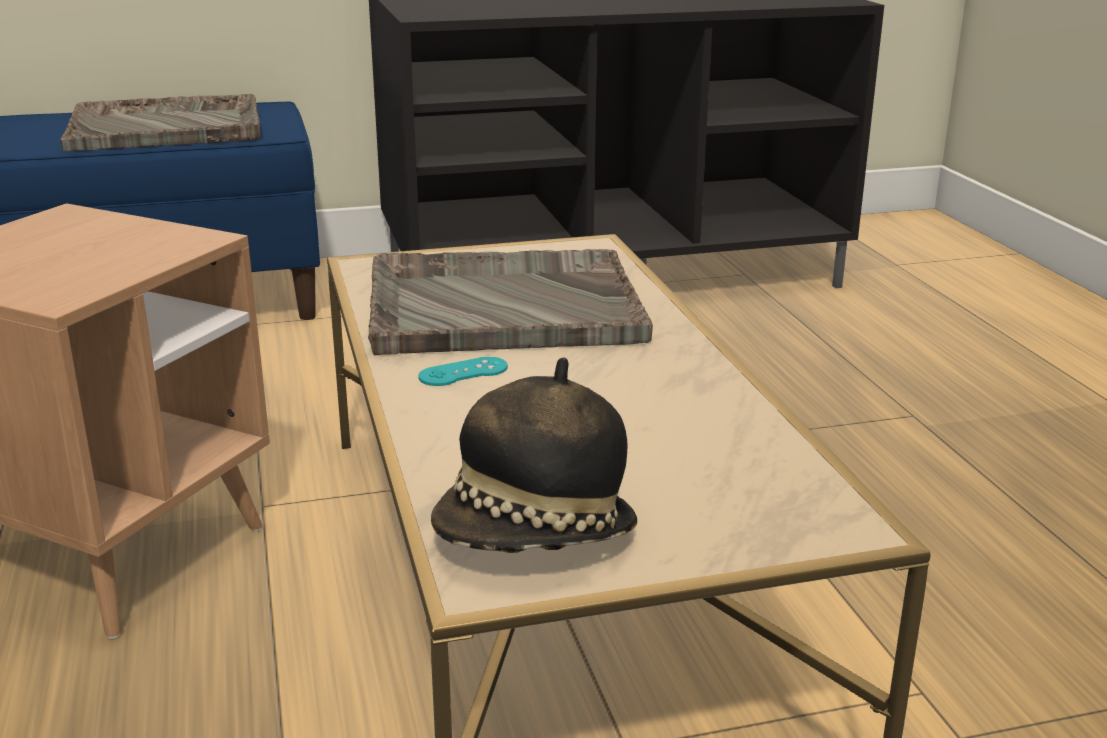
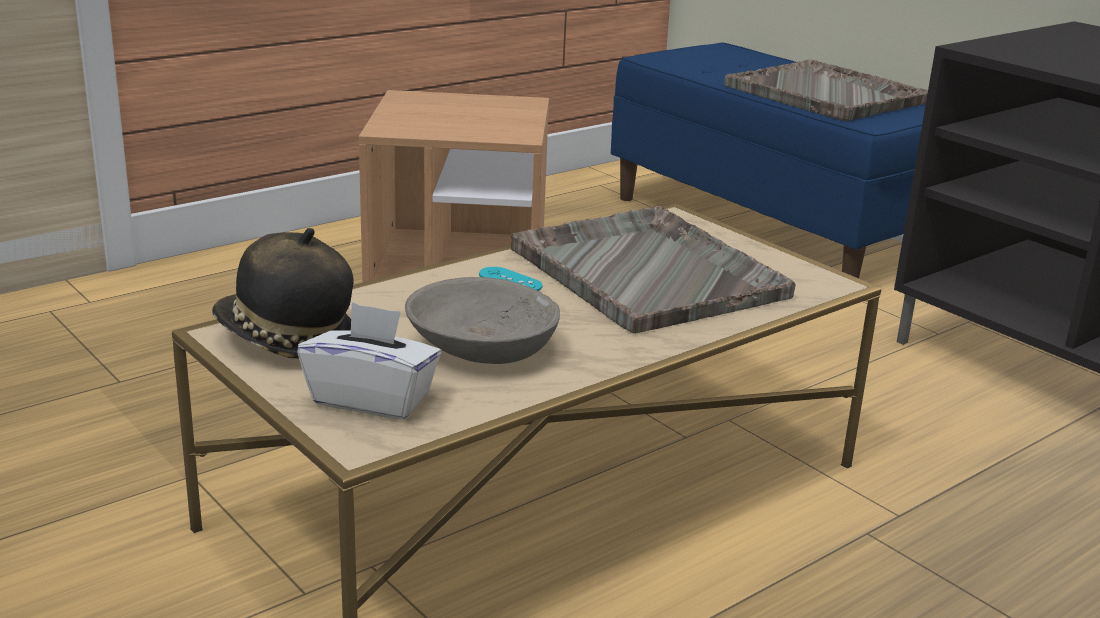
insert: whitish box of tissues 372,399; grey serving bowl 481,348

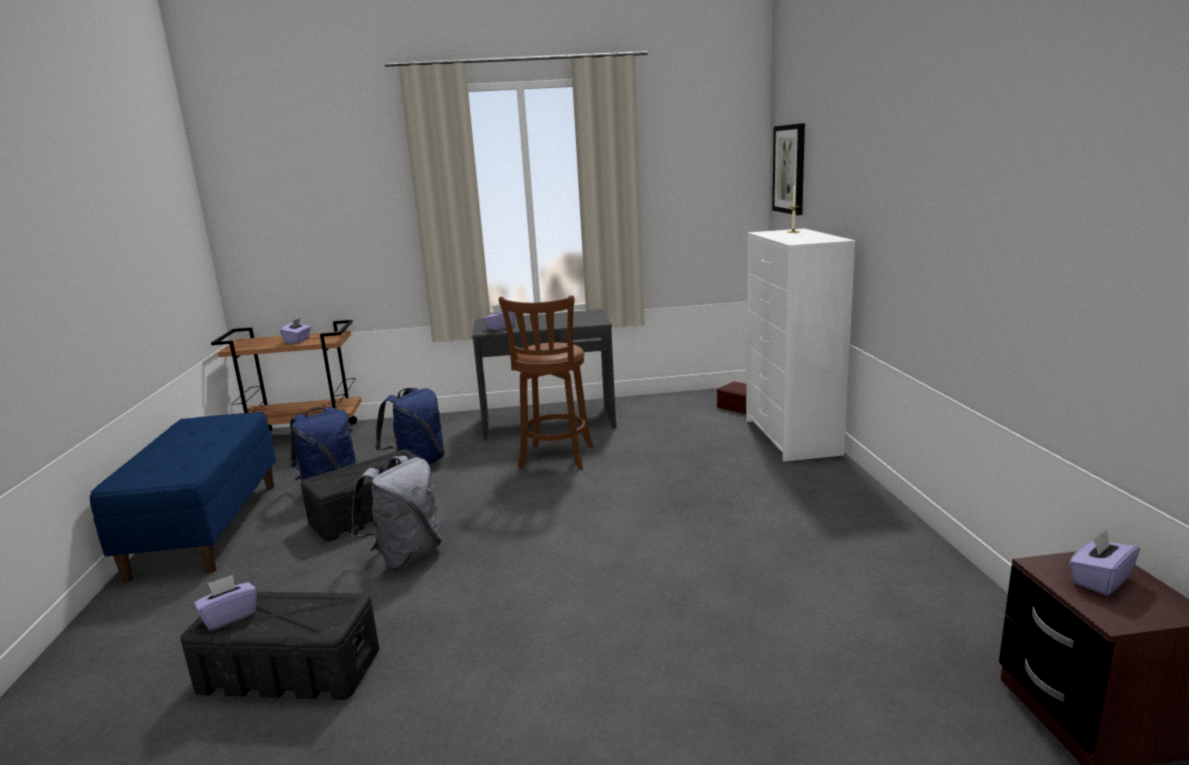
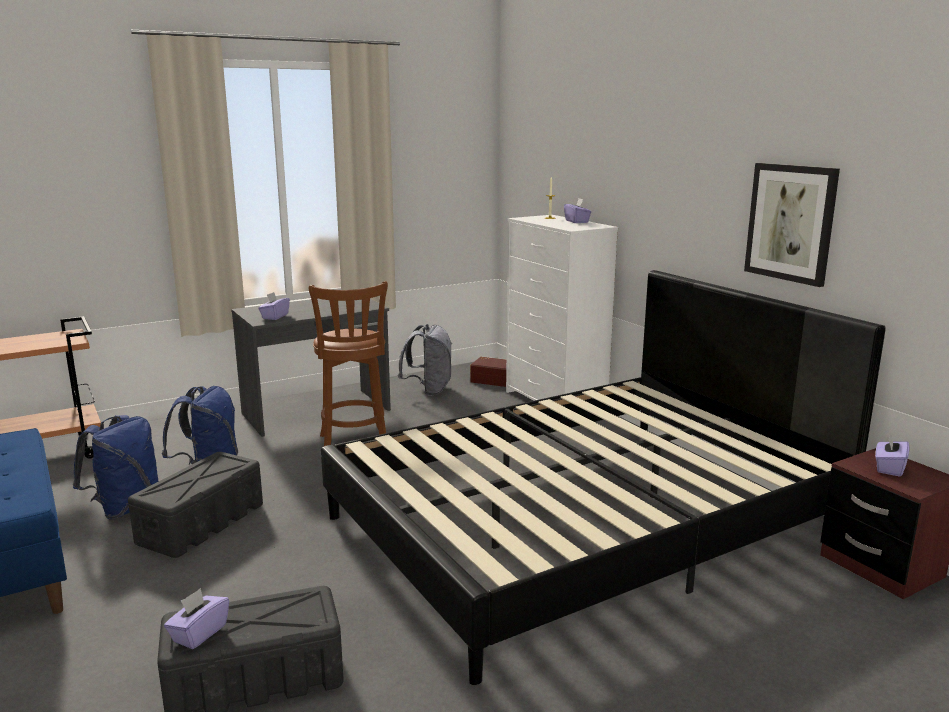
insert: black-coloured bedroom bed 585,524
move: purple-coloured box of tissues 298,340 to 577,221; grey knapsack 406,556 to 428,390; picture 790,169 to 791,223

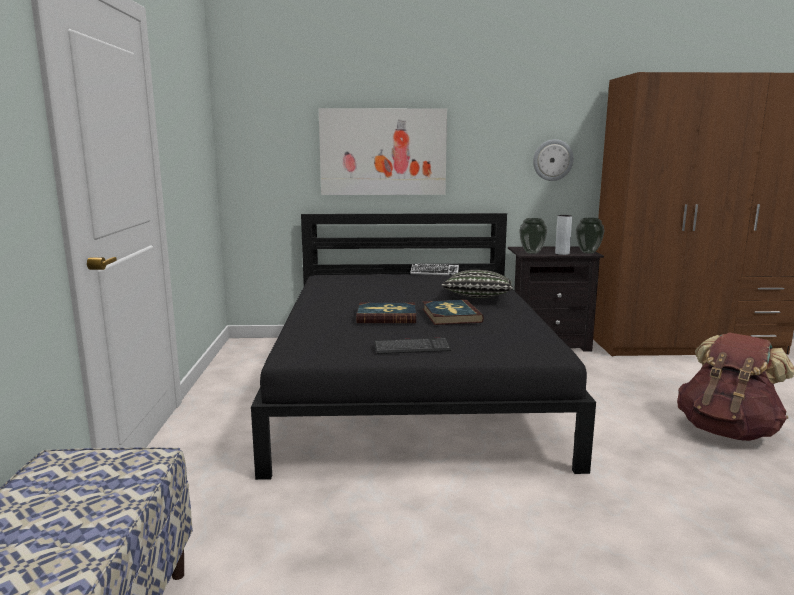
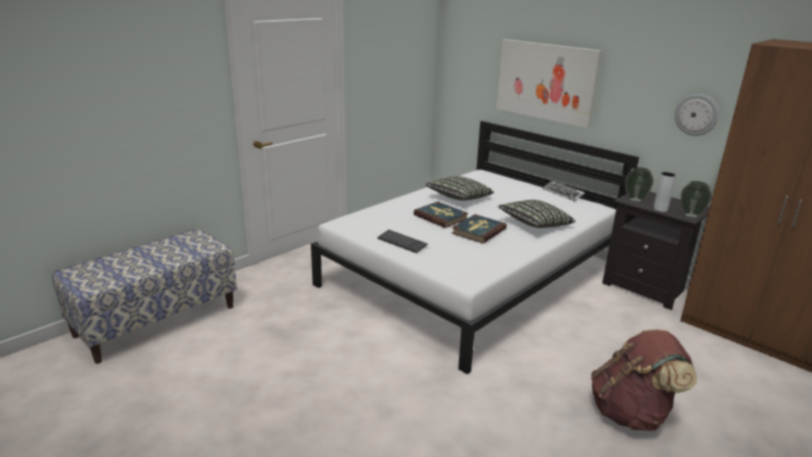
insert: pillow 458,199
recolor: black-coloured bedroom bed 412,388 to whitish bedroom bed 473,275

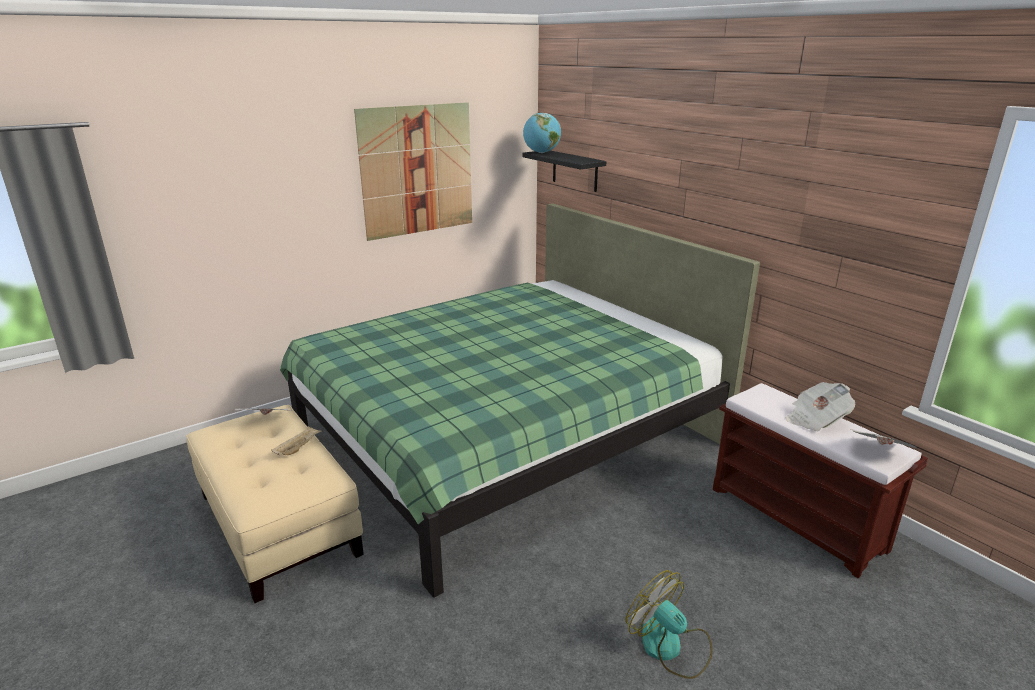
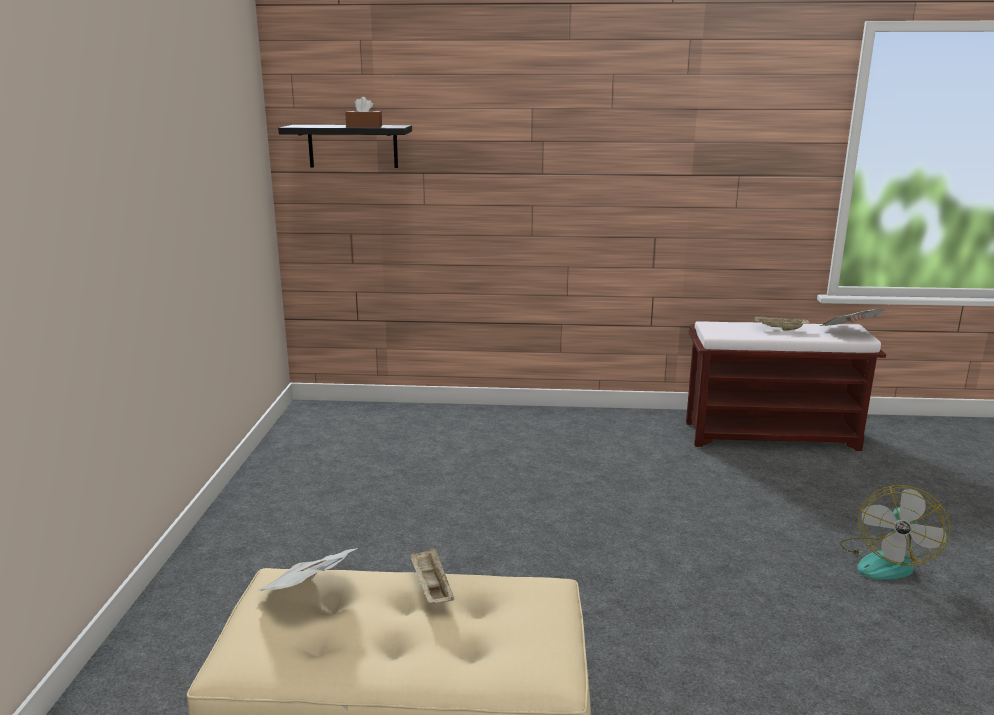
delete: greenish bedroom bed 505,435; picture 417,170; world globe 541,152
insert: brownish box of tissues 364,126
replace: daily paper 815,420 to beige tray 779,329
rotate: cooling fan 670,647 = 885,561 60 degrees counterclockwise

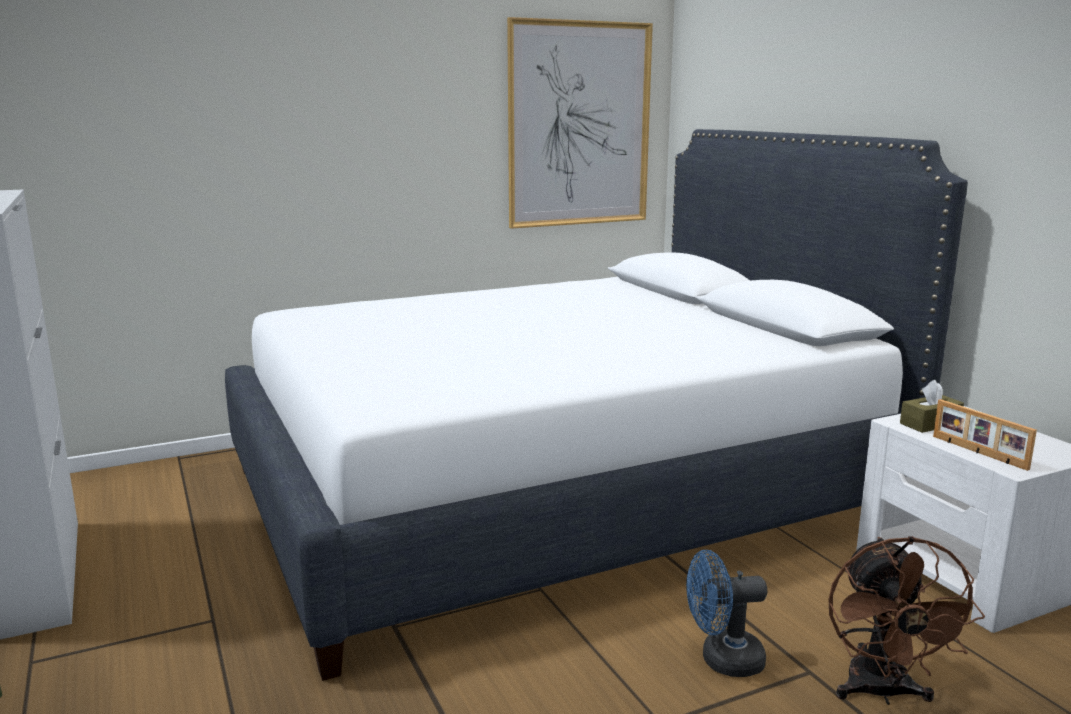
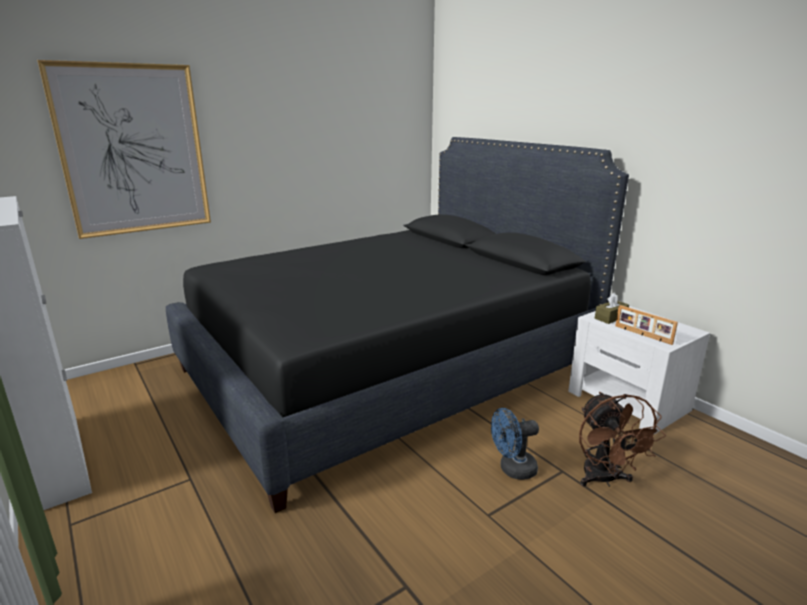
move: picture 579,125 to 134,150
recolor: whitish bedroom bed 558,494 to black-coloured bedroom bed 389,369

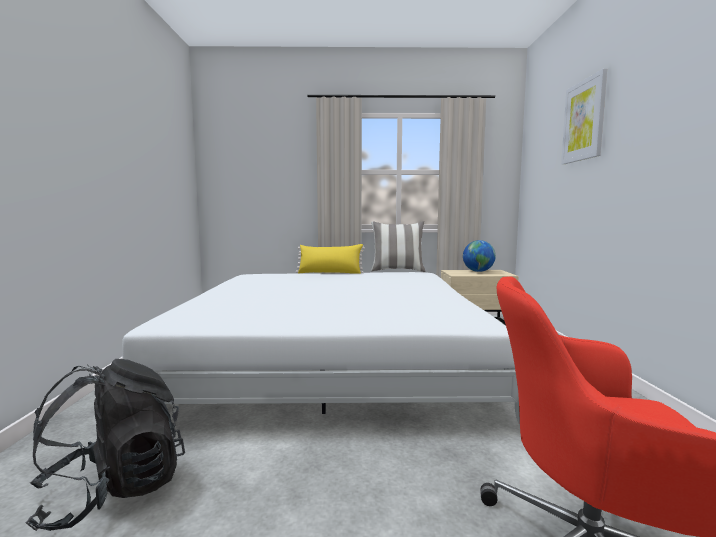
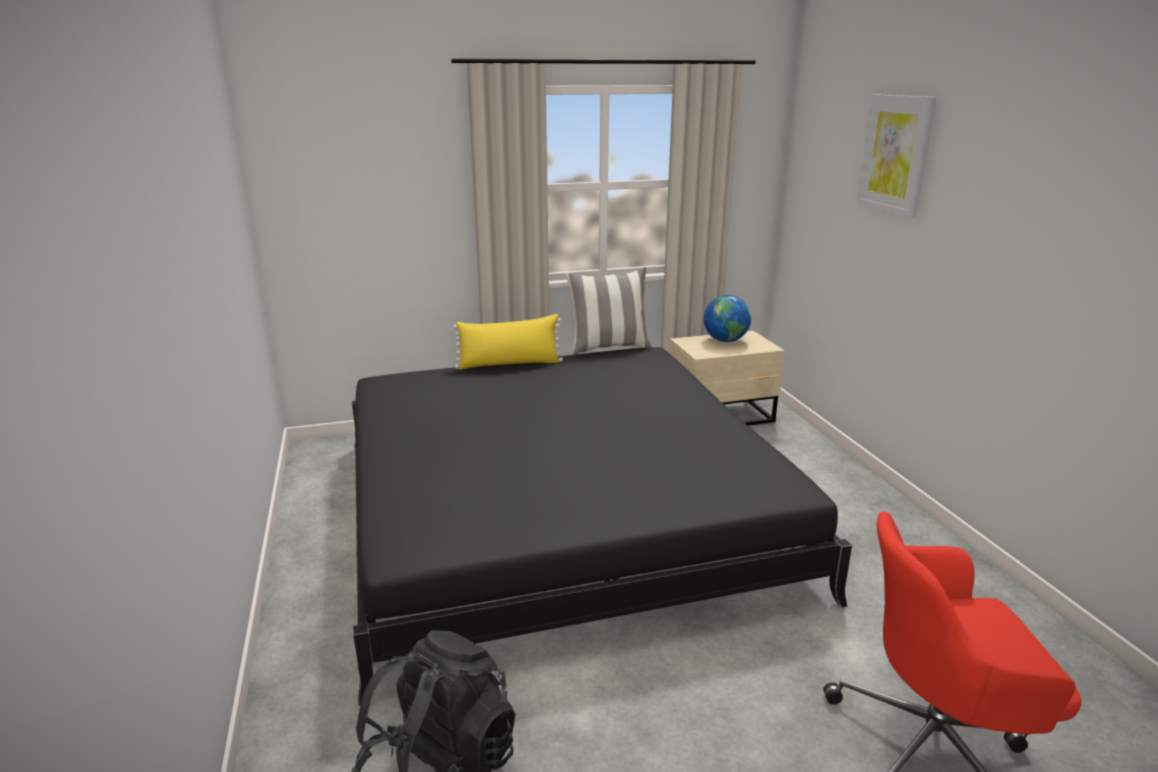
recolor: whitish bedroom bed 331,357 to black-coloured bedroom bed 557,512

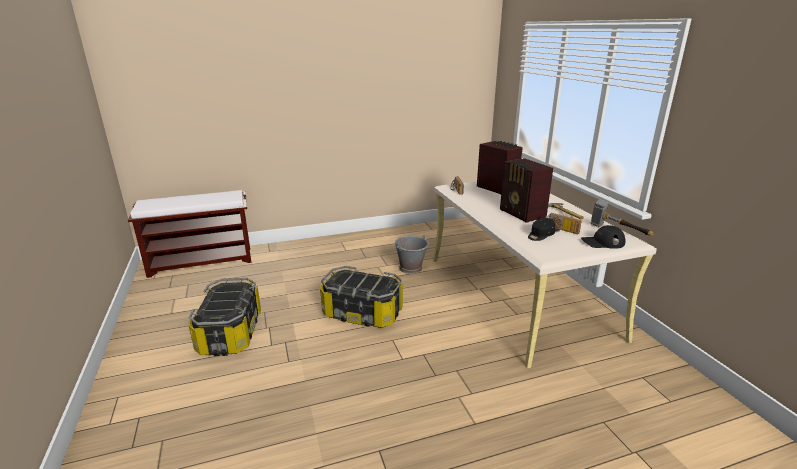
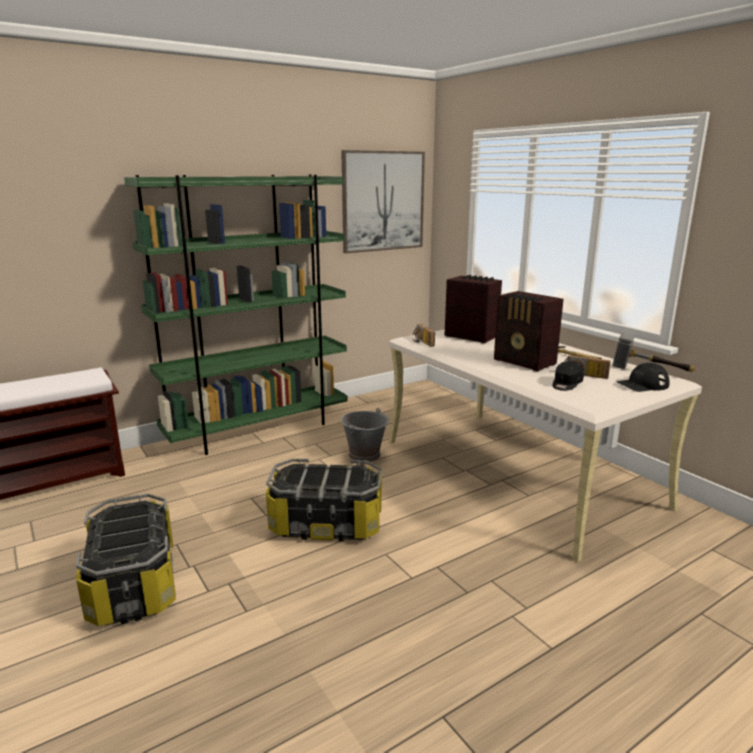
insert: greenish bookcase 258,429; picture 383,201

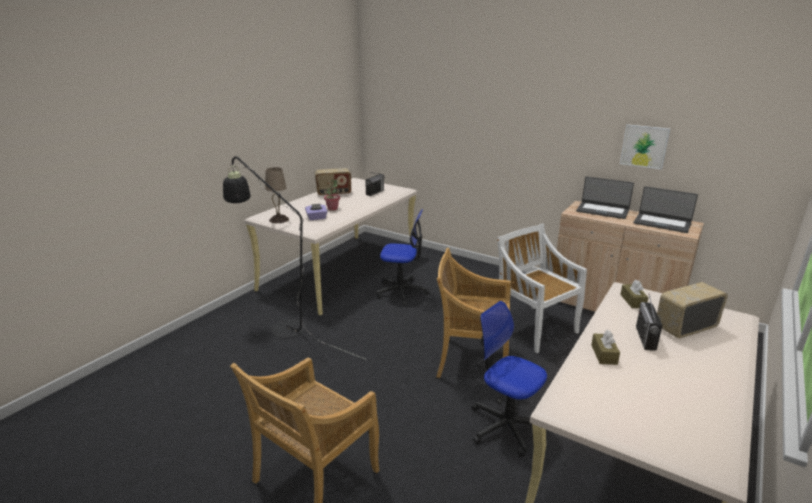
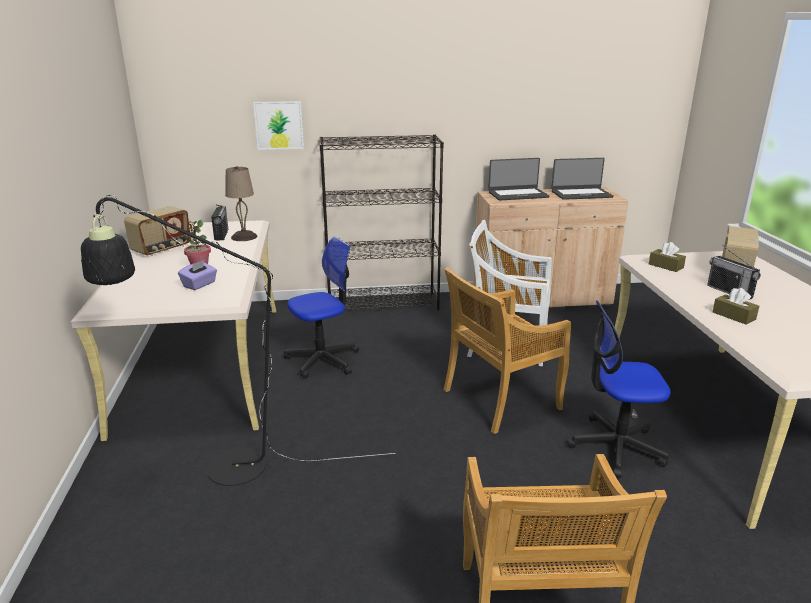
insert: black-coloured bookcase 383,304
move: beige table lamp 279,219 to 244,237; picture 644,146 to 279,125

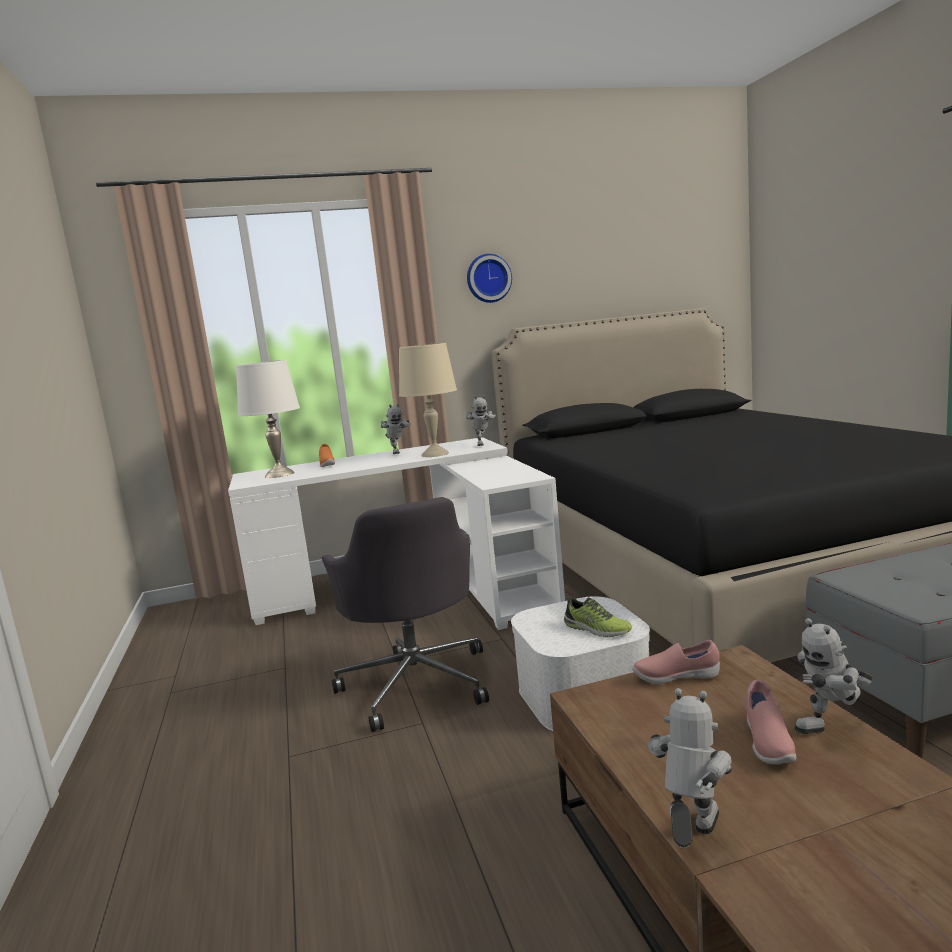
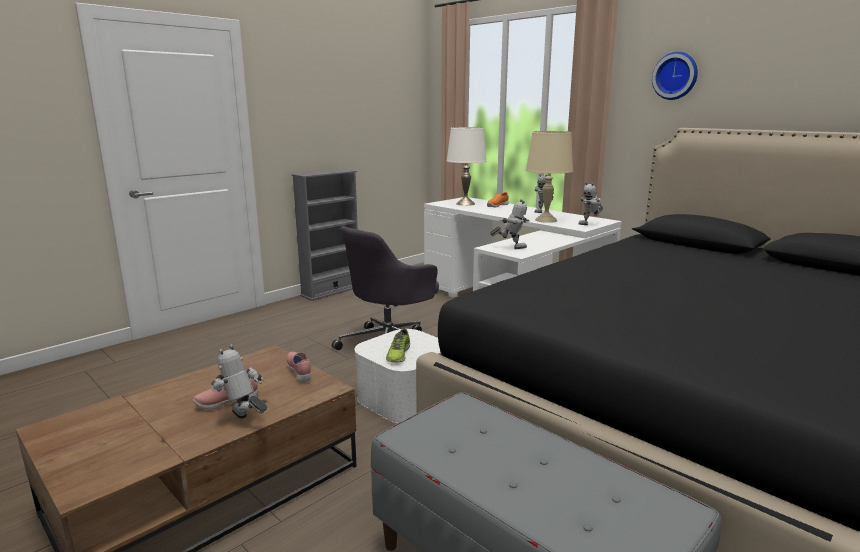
insert: grey bookcase 331,291
move: model robot 692,839 to 510,248

